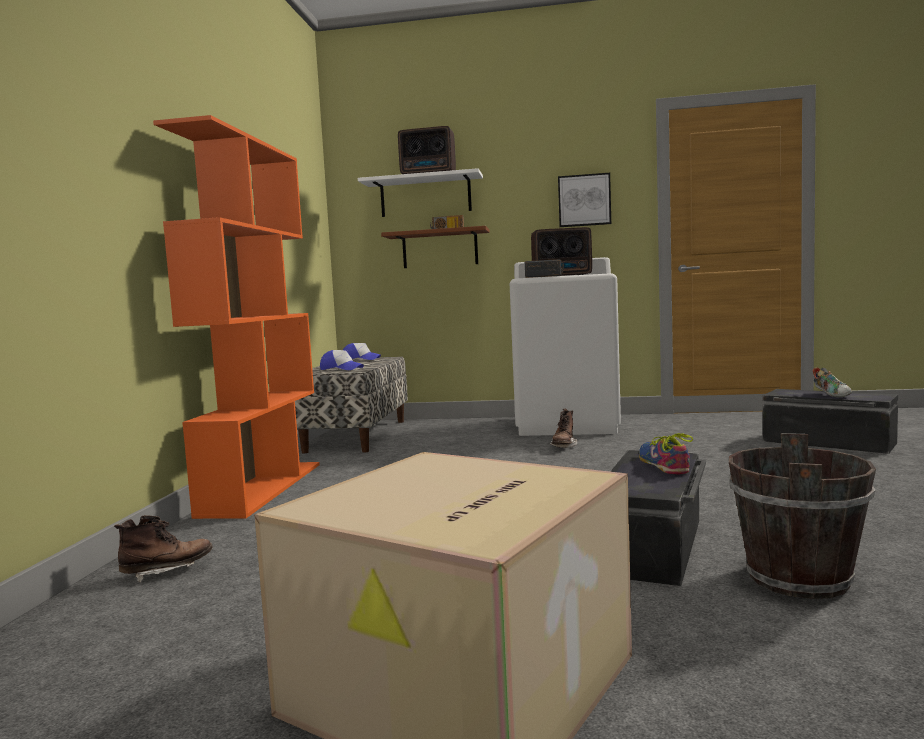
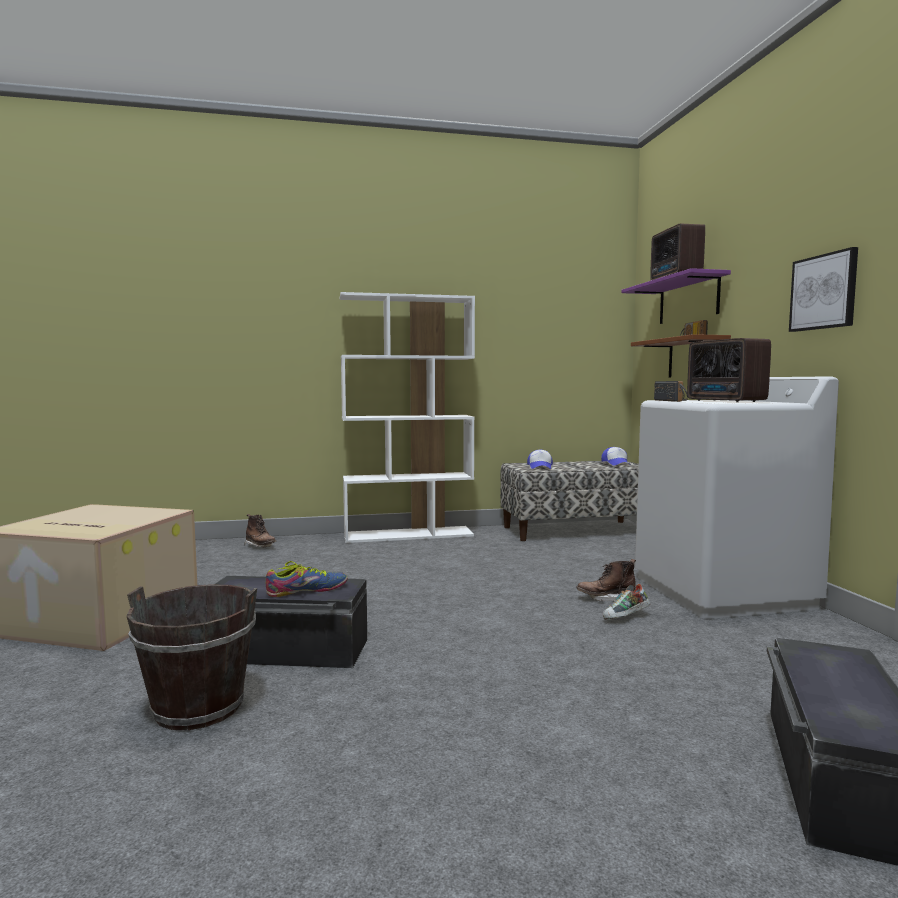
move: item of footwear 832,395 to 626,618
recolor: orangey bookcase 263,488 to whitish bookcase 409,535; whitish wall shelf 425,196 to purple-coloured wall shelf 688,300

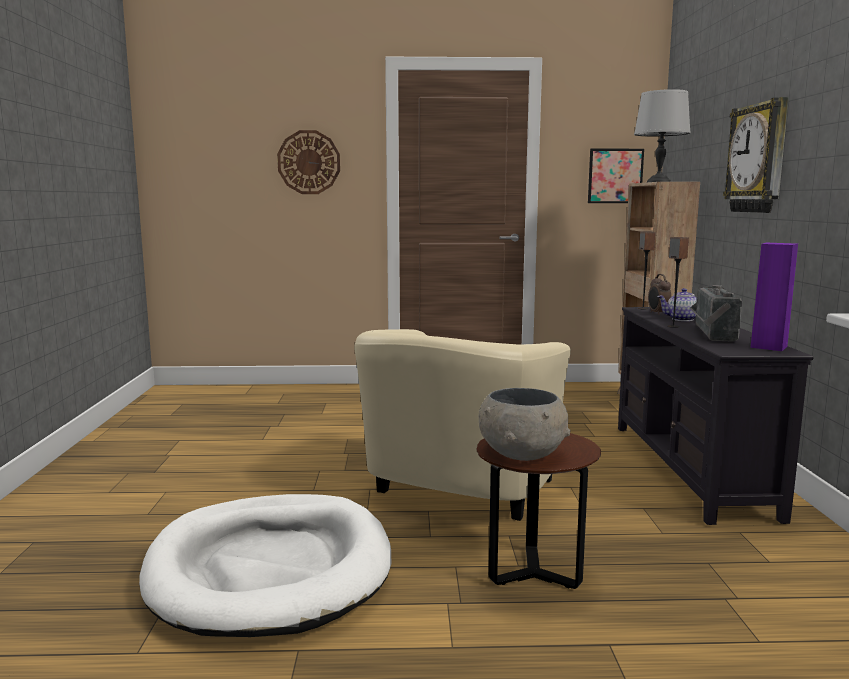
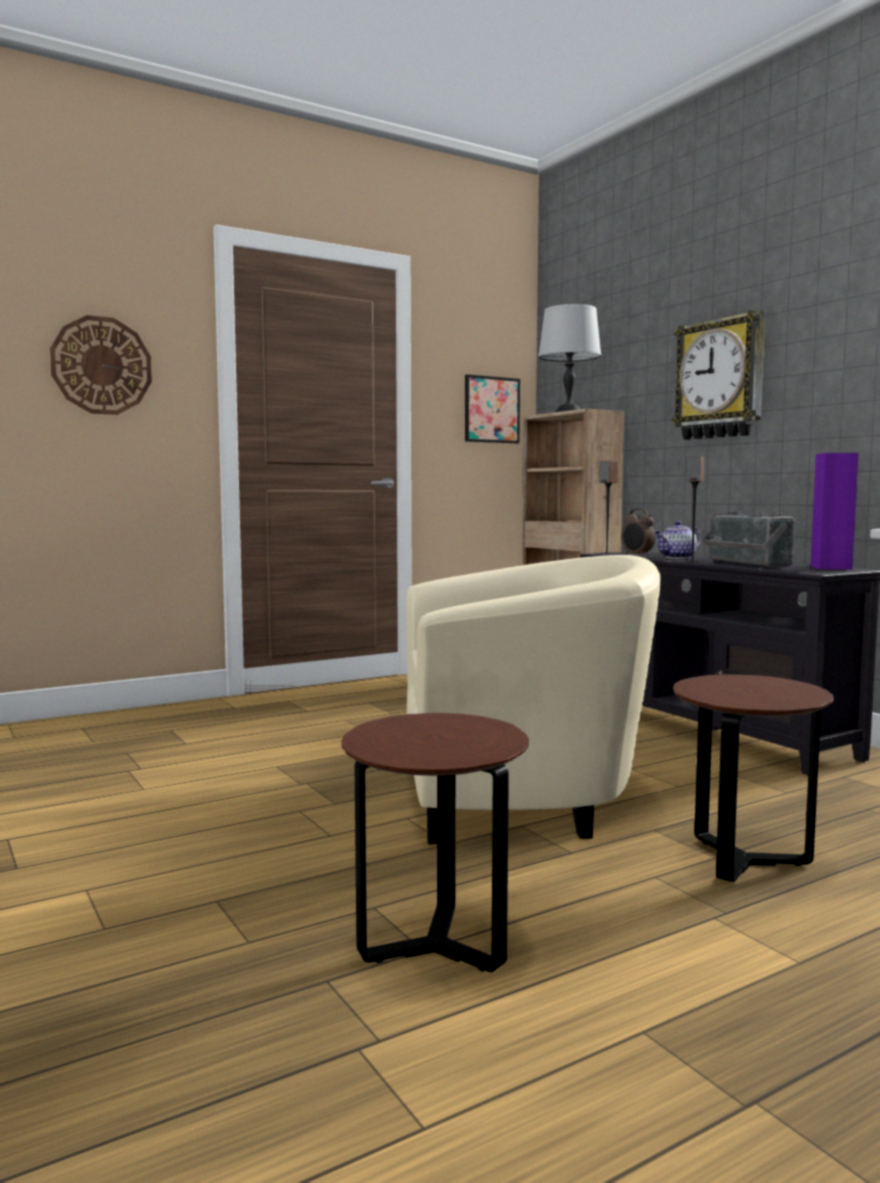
delete: grey serving bowl 521,454
replace: whitish dog cushion 270,569 to brownish end table 435,946
rotate: beige armchair 457,493 = 522,799 90 degrees counterclockwise

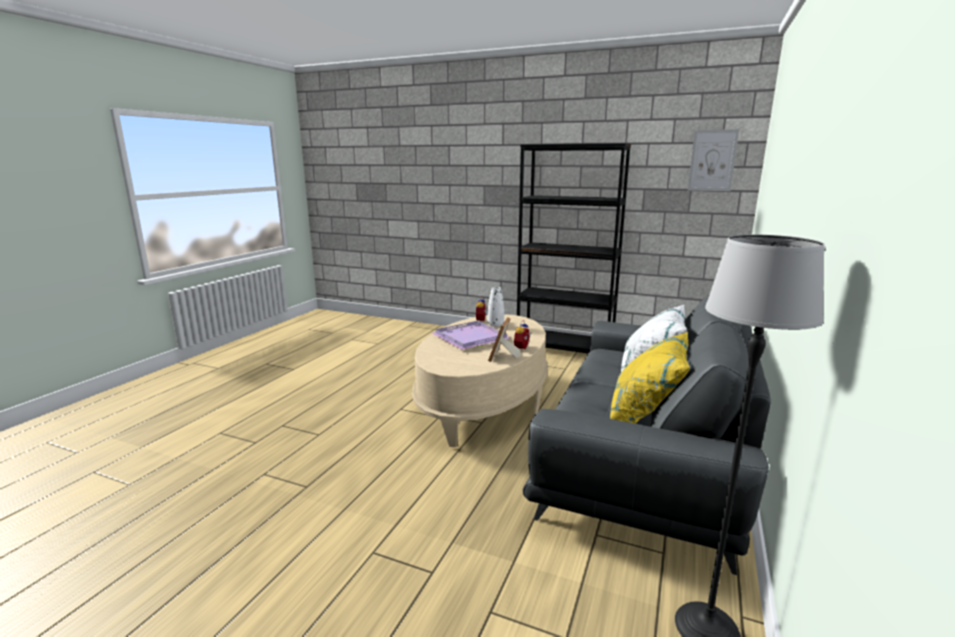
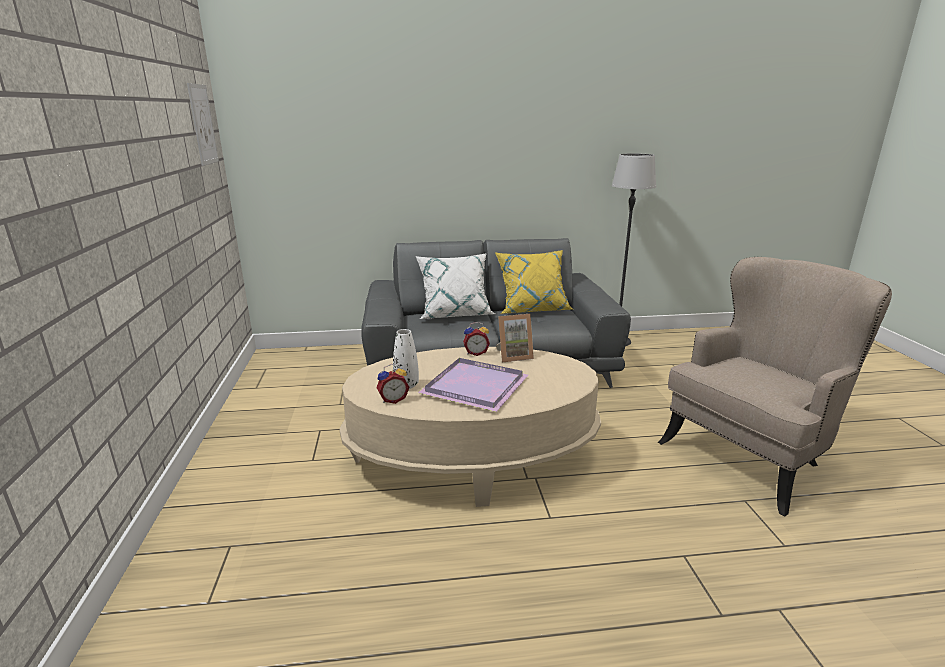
delete: black-coloured bookcase 564,348
insert: beige armchair 750,456

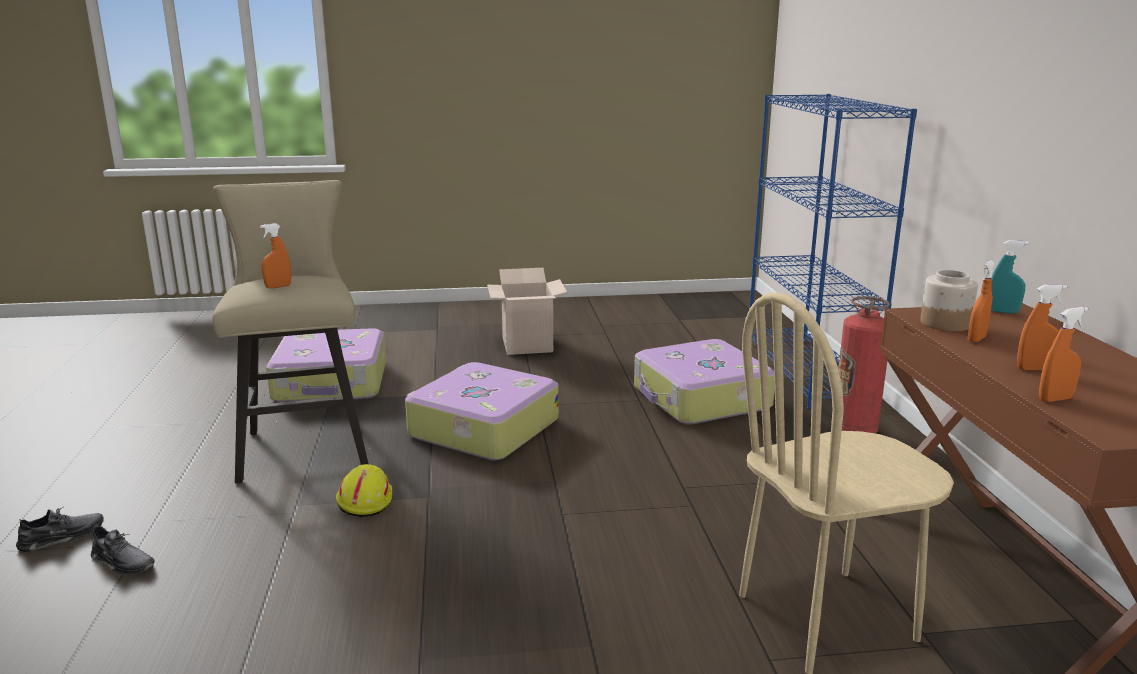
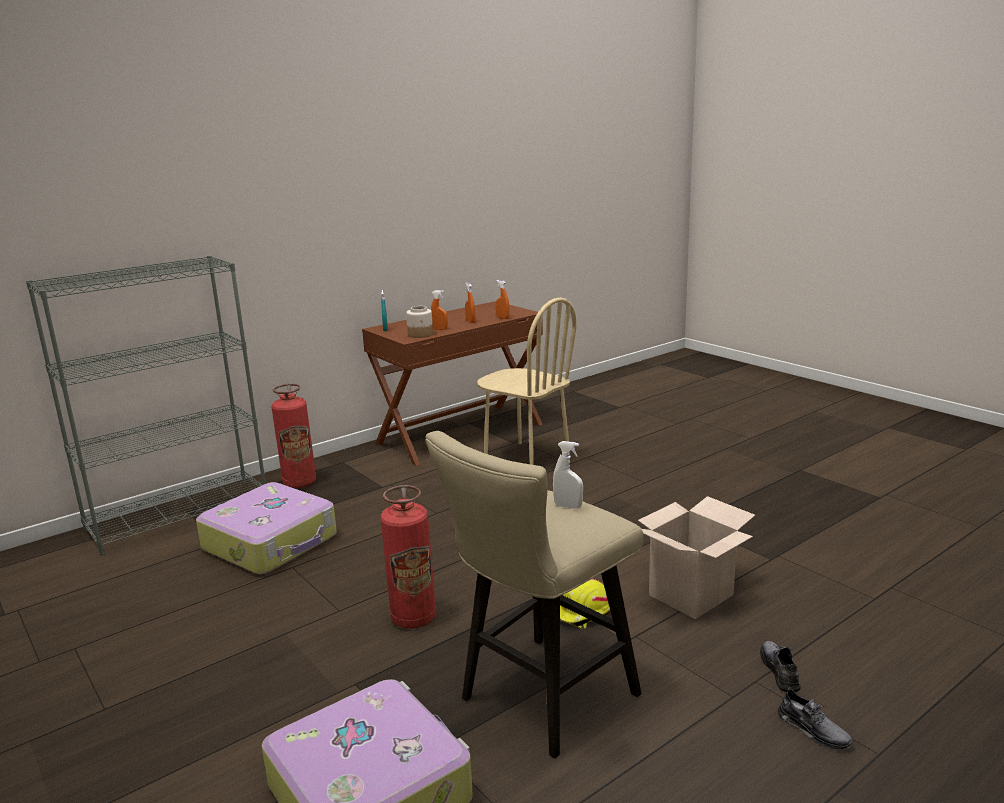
move: packing box 527,345 to 691,595
replace: suitcase 482,428 to fire extinguisher 413,618
recolor: orangey sprayer 278,286 to whitish sprayer 568,506; blue bookcase 807,372 to grey bookcase 179,515
rotate: grey item of footwear 62,537 = 813,730 150 degrees counterclockwise

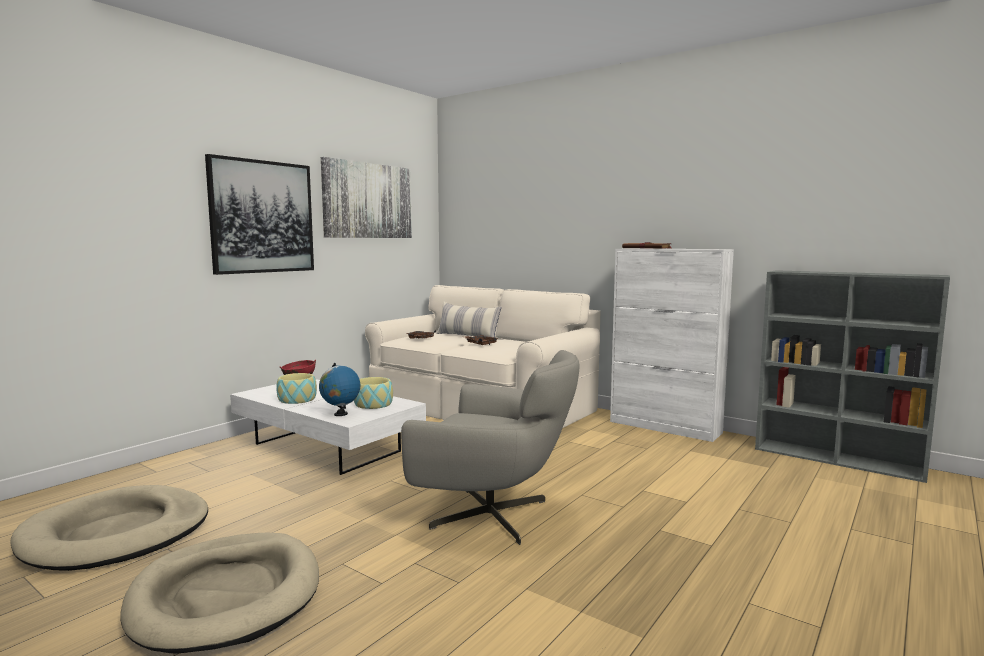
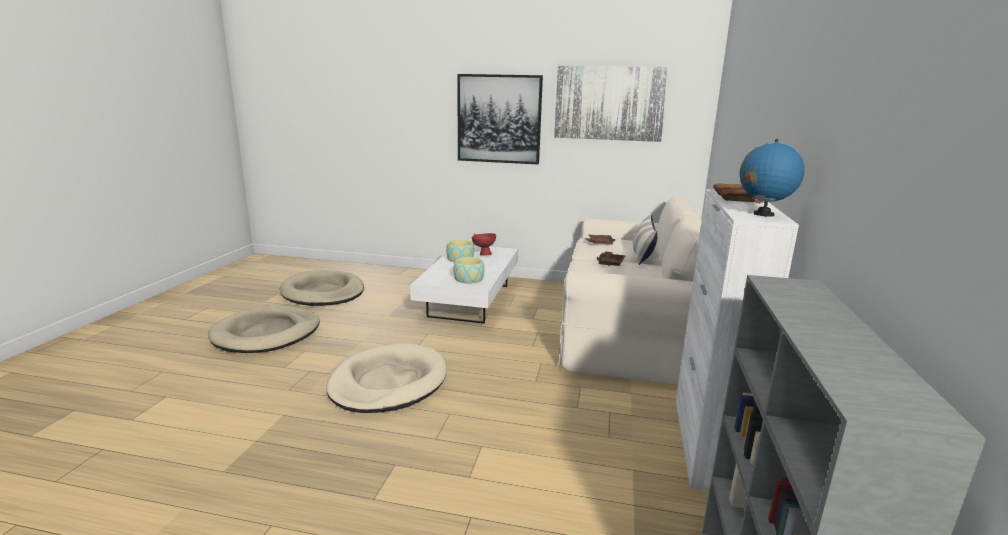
move: world globe 340,414 to 763,214
replace: grey armchair 495,515 to beige dog cushion 388,382

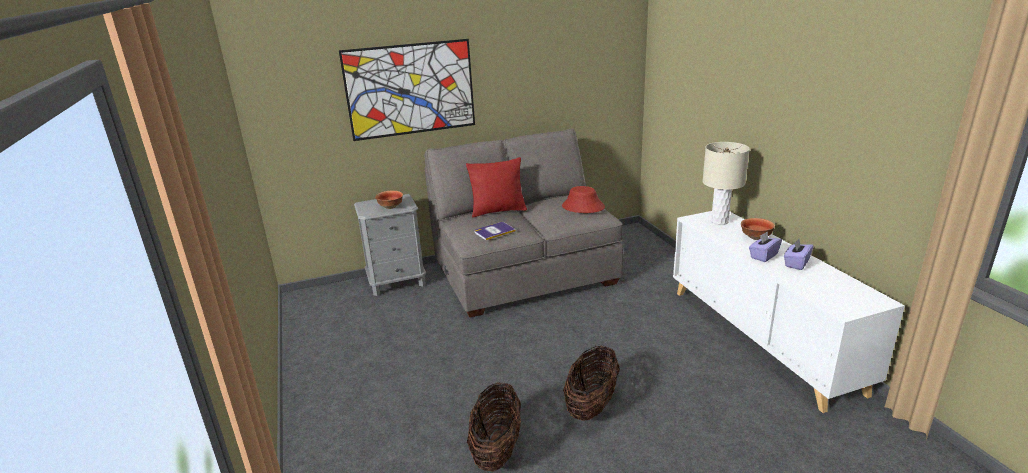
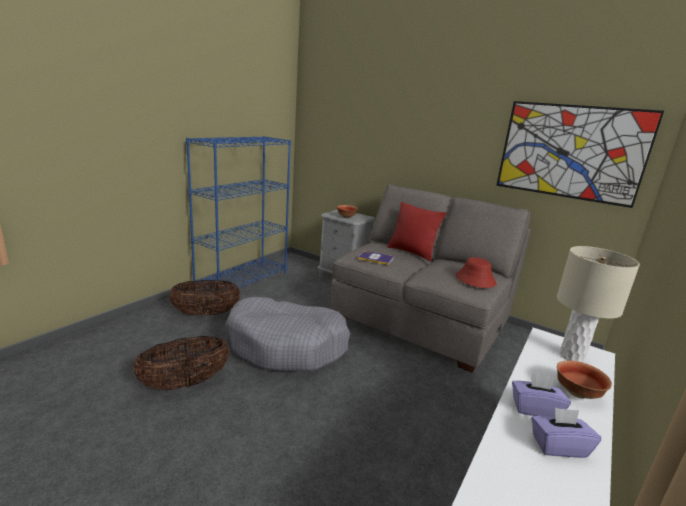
insert: blue bookcase 243,280; grey dog cushion 286,346
move: picture 410,89 to 570,152; household basket 591,404 to 206,314

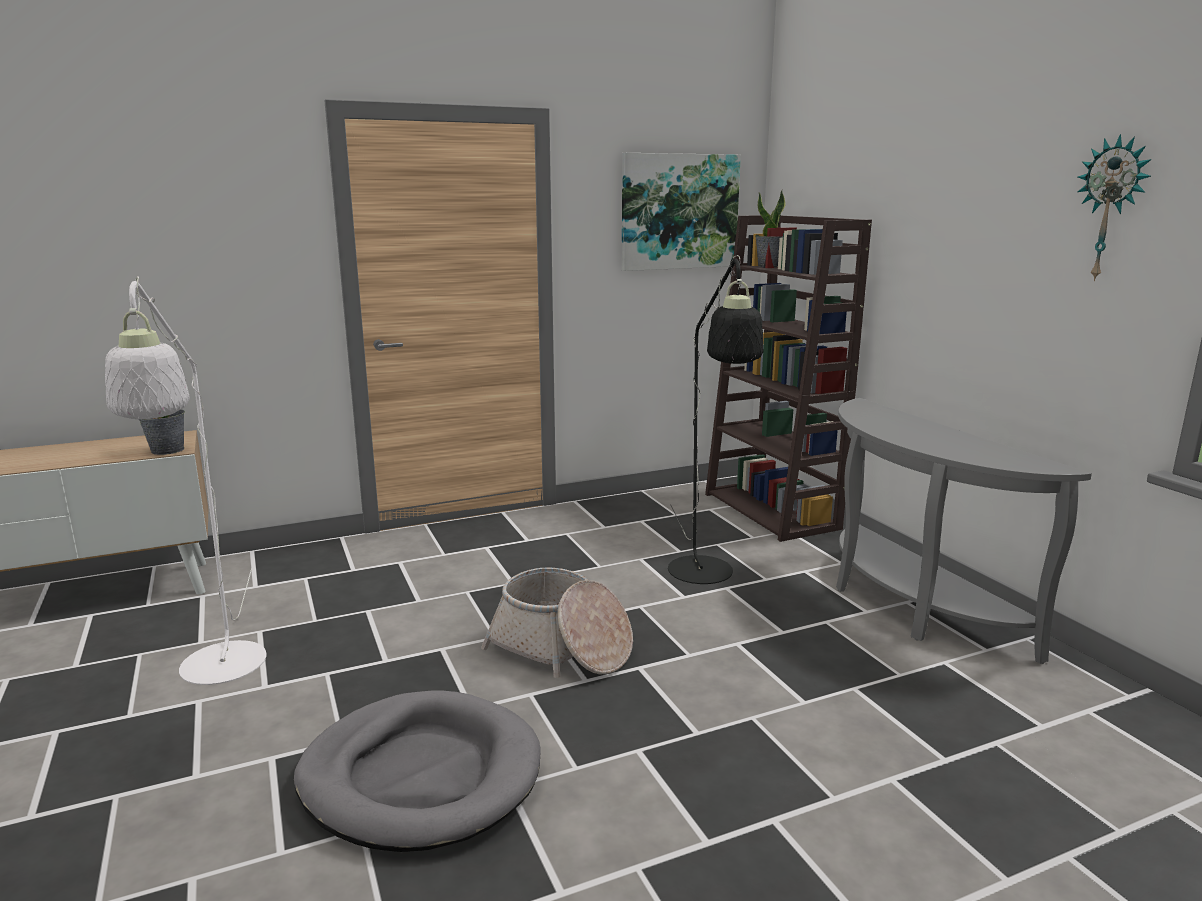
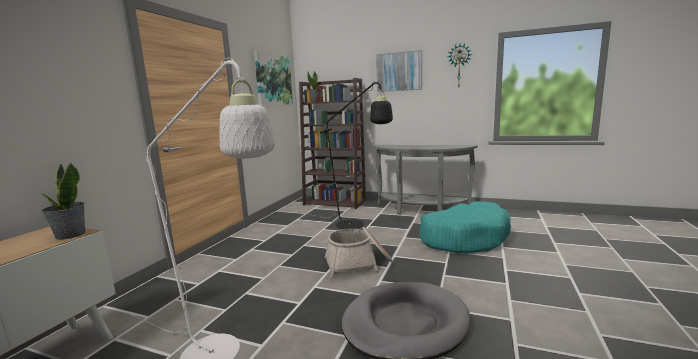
insert: picture 399,71; turquoise-coloured dog cushion 463,238

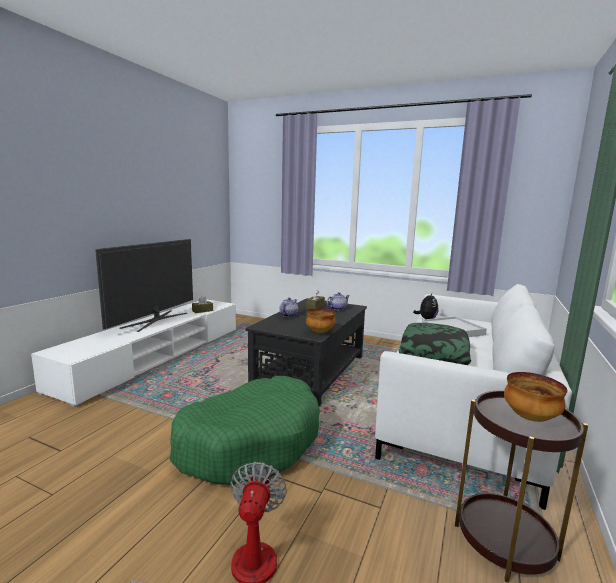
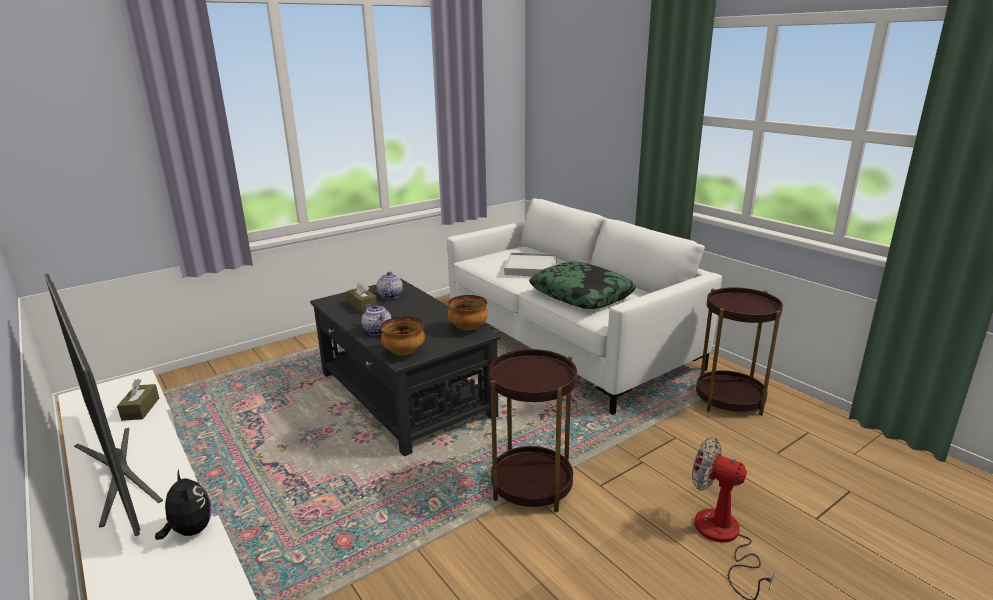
move: cuddly toy 426,319 to 190,530; serving bowl 530,417 to 404,352
replace: greenish dog cushion 250,442 to brownish end table 531,485

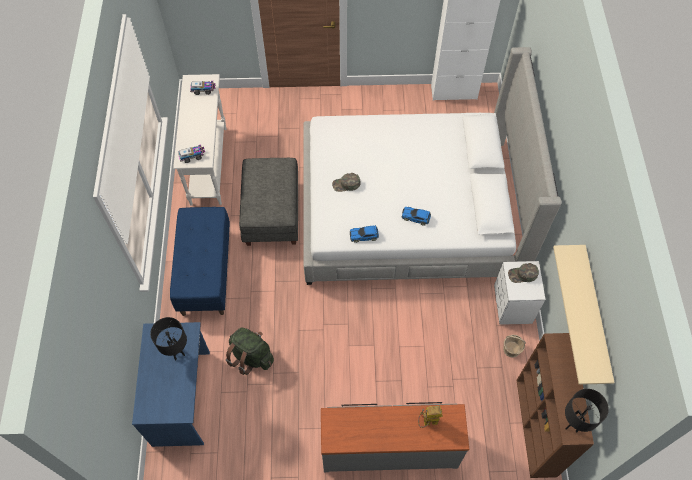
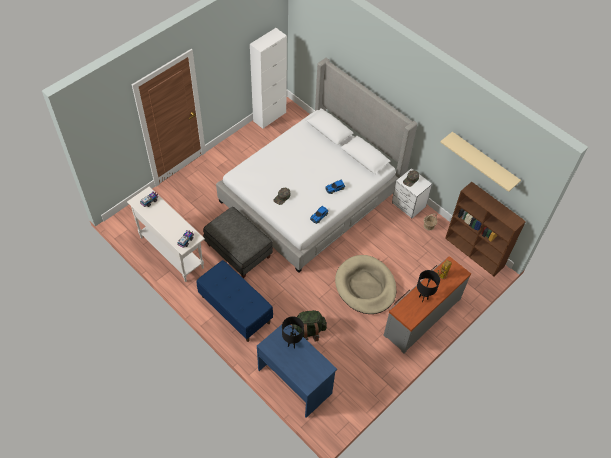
insert: beige dog cushion 365,286
move: black-coloured table lamp 572,425 to 423,298

